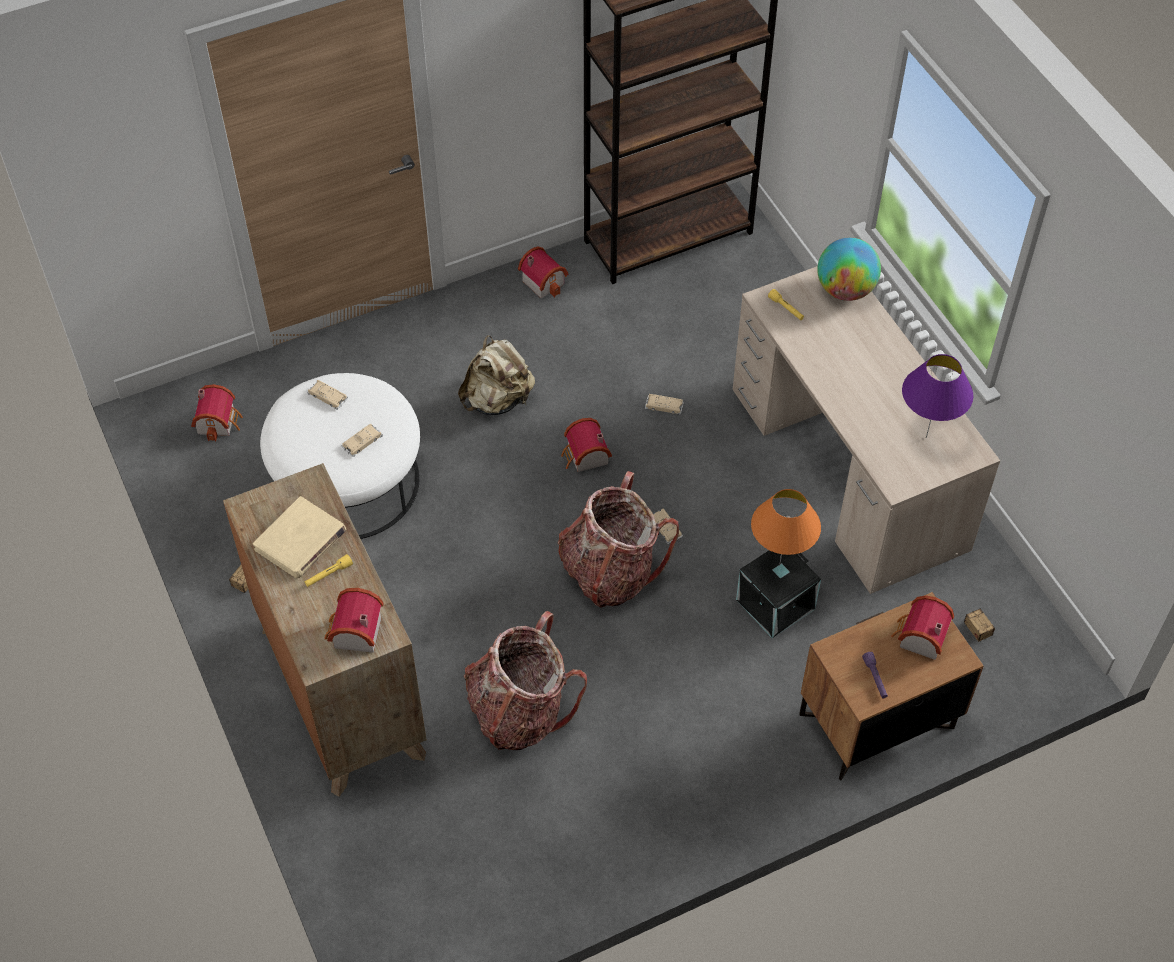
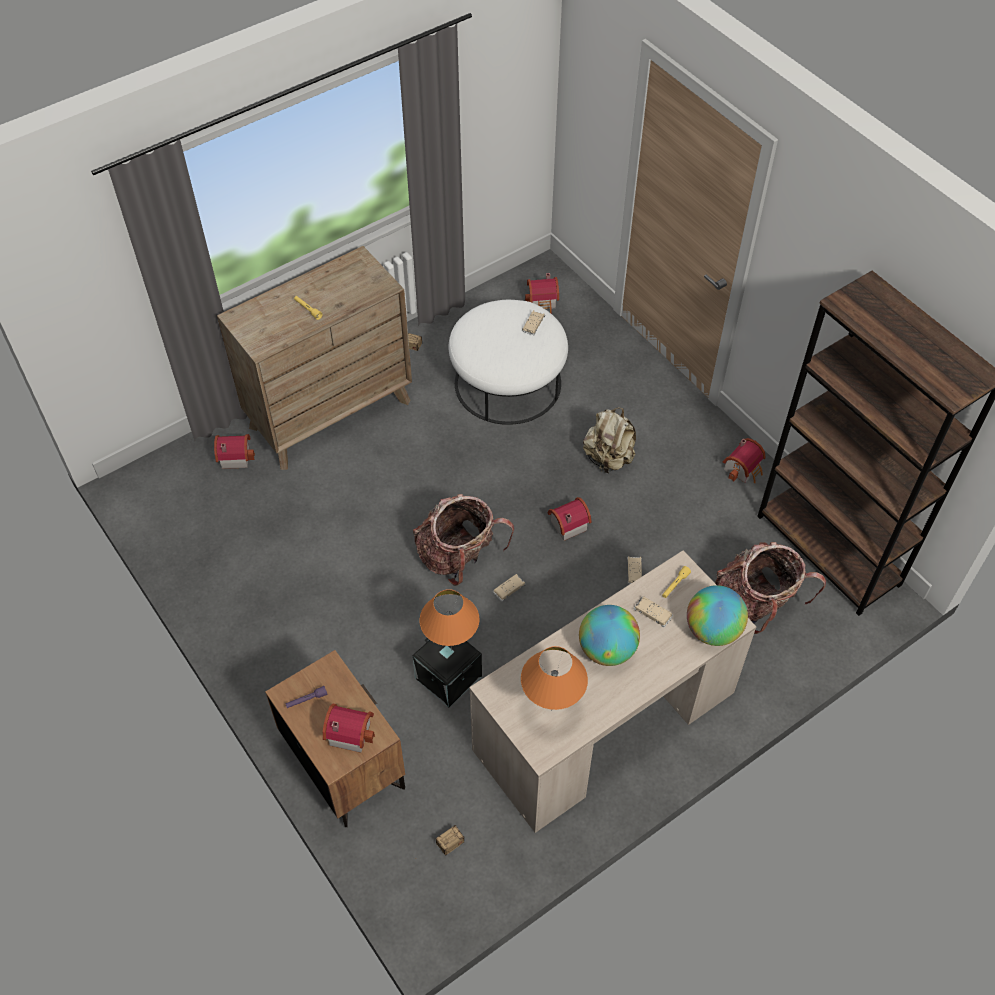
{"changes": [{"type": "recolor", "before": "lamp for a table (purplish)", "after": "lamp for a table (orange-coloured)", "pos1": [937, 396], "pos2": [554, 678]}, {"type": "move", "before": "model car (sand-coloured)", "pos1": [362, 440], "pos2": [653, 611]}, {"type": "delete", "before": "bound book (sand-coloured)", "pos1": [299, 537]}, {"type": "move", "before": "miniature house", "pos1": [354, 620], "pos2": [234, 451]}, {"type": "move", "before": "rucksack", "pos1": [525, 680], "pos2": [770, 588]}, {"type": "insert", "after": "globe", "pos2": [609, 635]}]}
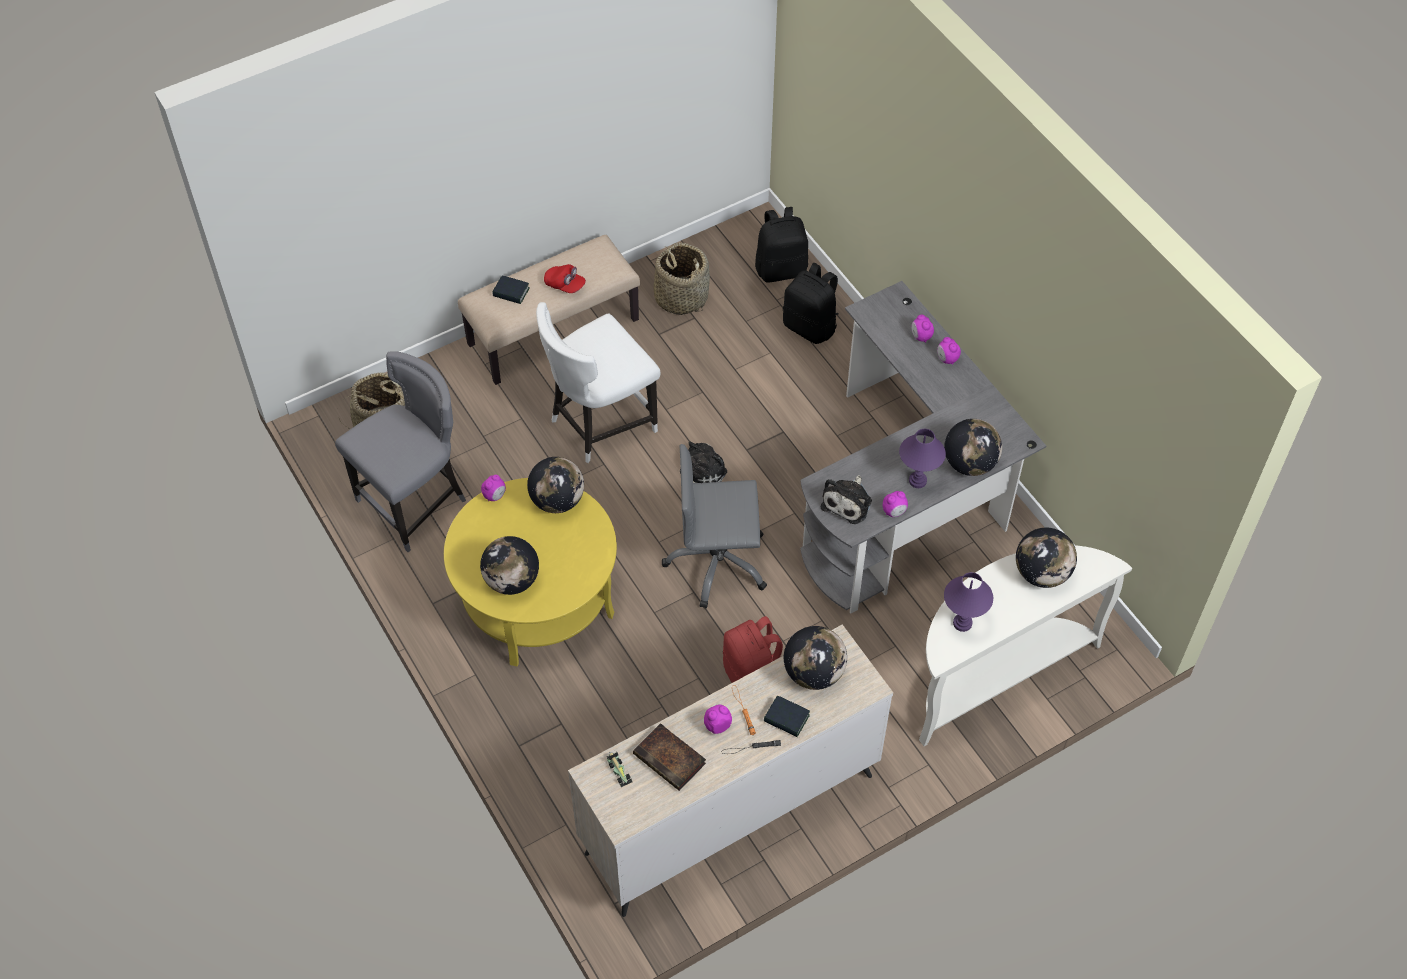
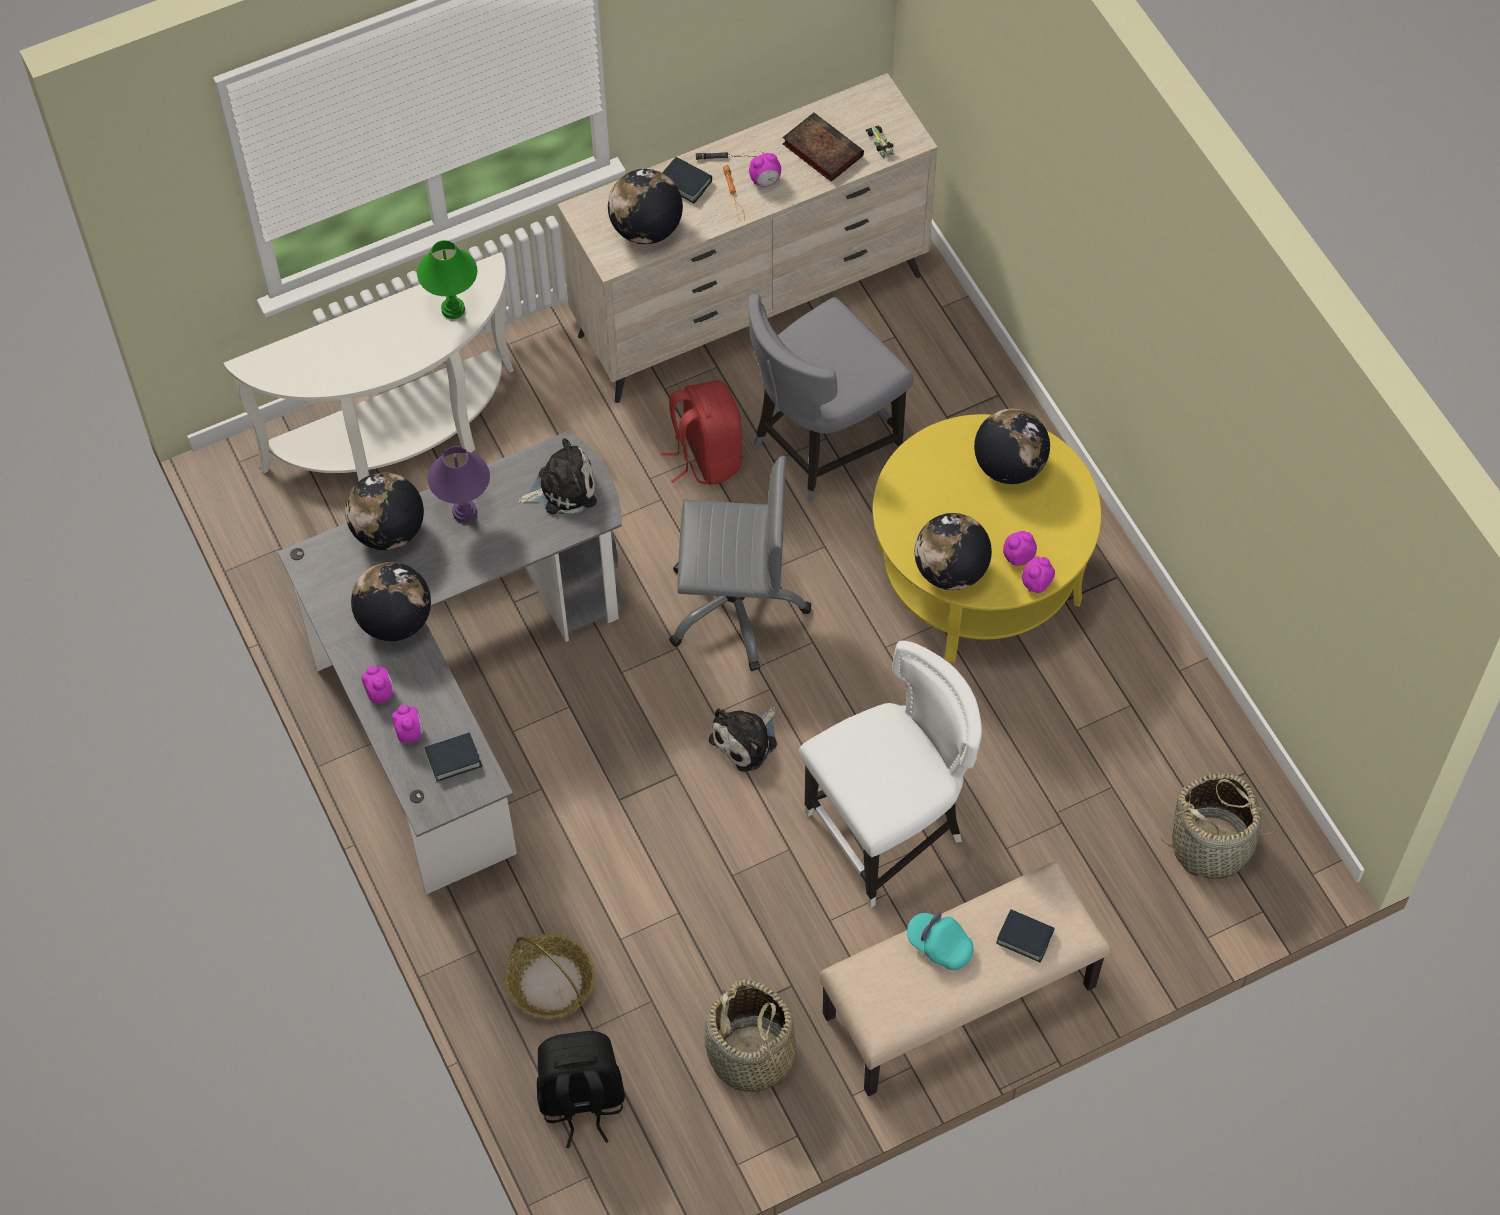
{"changes": [{"type": "replace", "before": "rucksack (blackish)", "after": "household basket", "pos1": [811, 303], "pos2": [549, 976]}, {"type": "recolor", "before": "peaked cap (red-coloured)", "after": "peaked cap (turquoise)", "pos1": [565, 278], "pos2": [940, 941]}, {"type": "move", "before": "upright chair (gray)", "pos1": [400, 451], "pos2": [831, 398]}, {"type": "rotate", "before": "soft toy", "pos1": [846, 499], "pos2": [557, 476], "turn": 45}, {"type": "move", "before": "table clock", "pos1": [895, 504], "pos2": [1020, 548]}, {"type": "move", "before": "globe", "pos1": [1046, 558], "pos2": [391, 601]}, {"type": "recolor", "before": "lamp for a table (purplish)", "after": "lamp for a table (green)", "pos1": [968, 602], "pos2": [447, 279]}, {"type": "insert", "after": "bound book", "pos2": [453, 756]}]}
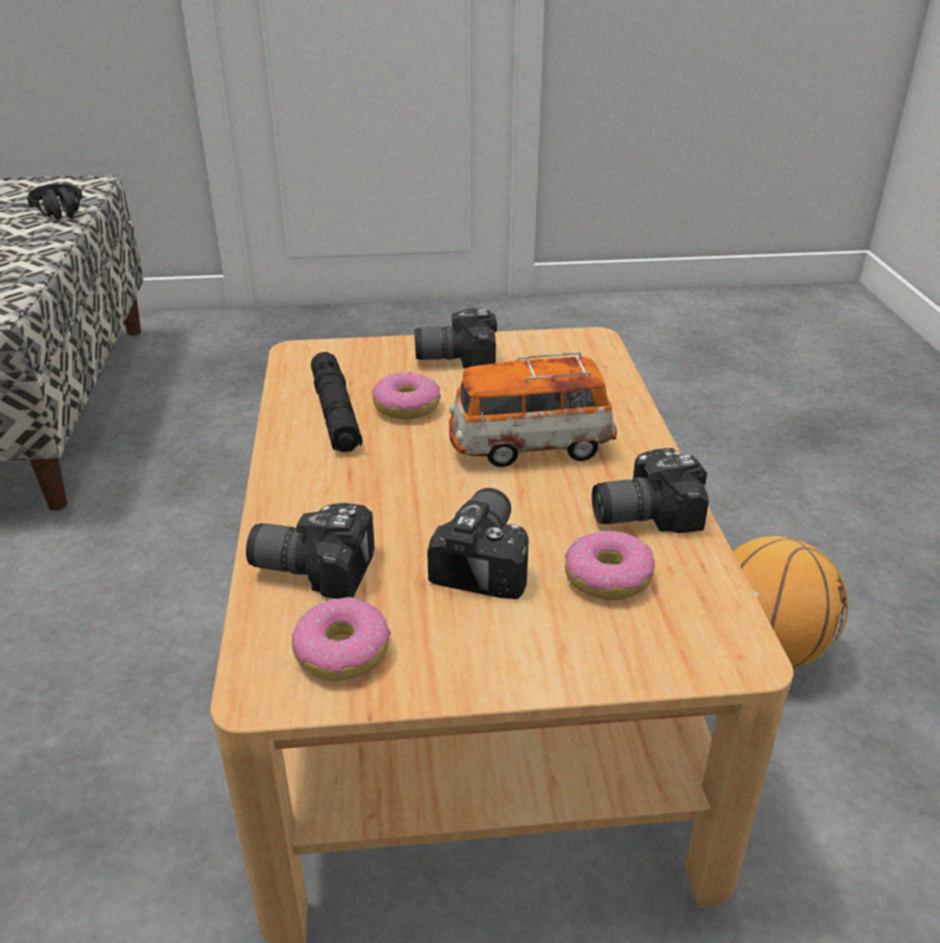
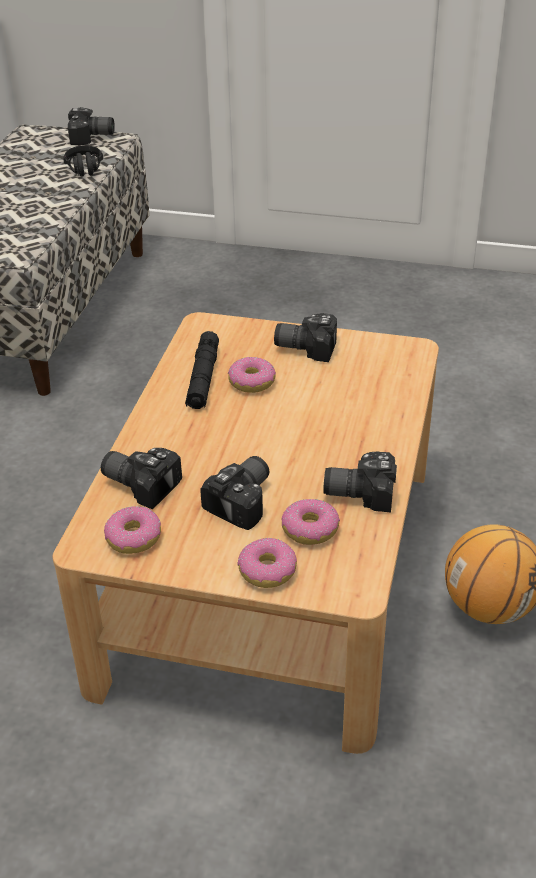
{"changes": [{"type": "delete", "before": "model car", "pos1": [533, 409]}, {"type": "insert", "after": "still camera", "pos2": [91, 126]}, {"type": "insert", "after": "doughnut", "pos2": [267, 563]}]}
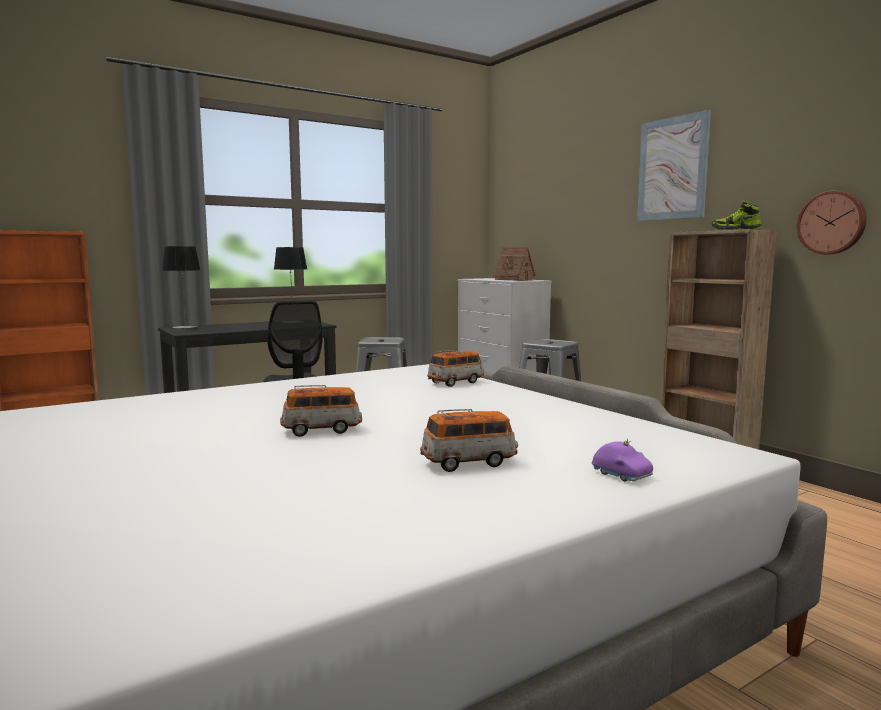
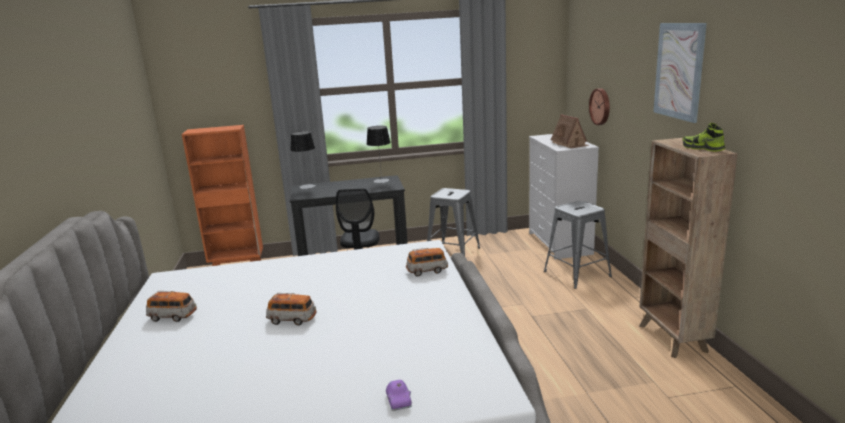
{"changes": [{"type": "move", "before": "hanging clock", "pos1": [832, 222], "pos2": [599, 106]}, {"type": "move", "before": "model car", "pos1": [469, 440], "pos2": [171, 306]}]}
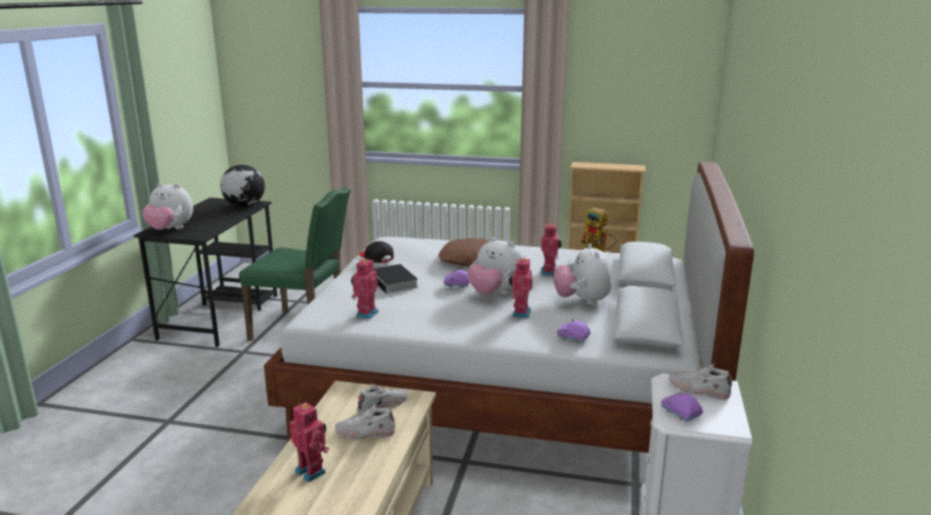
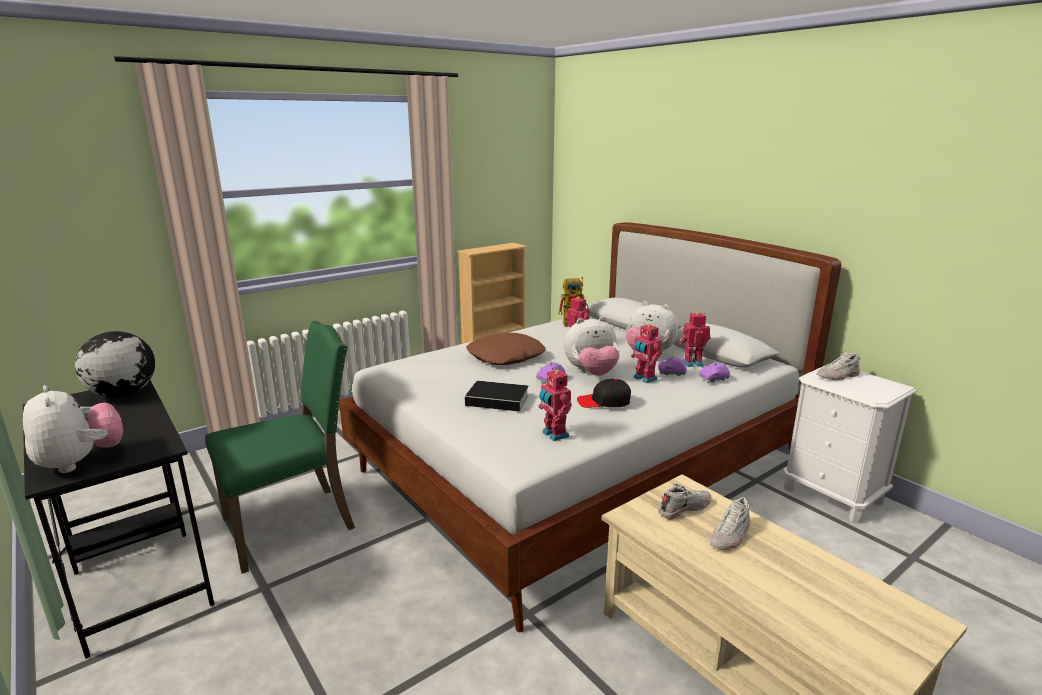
{"changes": [{"type": "rotate", "before": "soft toy", "pos1": [167, 206], "pos2": [73, 429], "turn": -90}, {"type": "move", "before": "peaked cap (blackish)", "pos1": [376, 252], "pos2": [604, 393]}, {"type": "rotate", "before": "low shoe (whitish)", "pos1": [382, 399], "pos2": [684, 501], "turn": 60}, {"type": "move", "before": "model car (purplish)", "pos1": [682, 406], "pos2": [672, 366]}, {"type": "move", "before": "robot figure", "pos1": [309, 442], "pos2": [695, 339]}]}
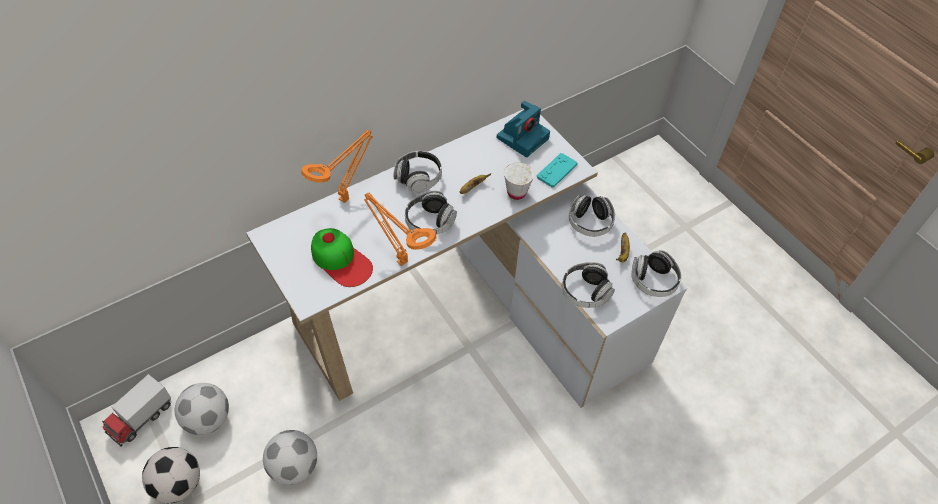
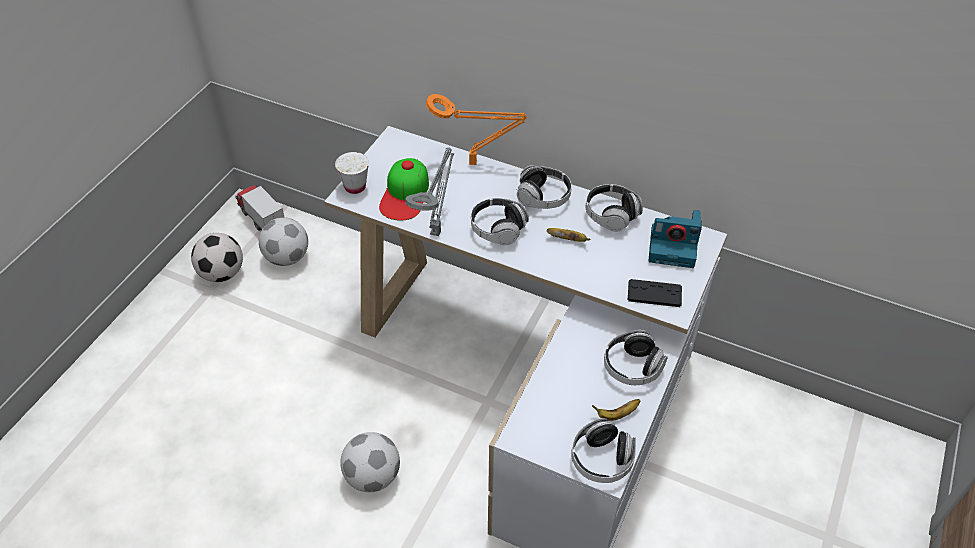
{"changes": [{"type": "recolor", "before": "joypad (turquoise)", "after": "joypad (blackish)", "pos1": [557, 170], "pos2": [655, 293]}, {"type": "move", "before": "drinking cup (whitish)", "pos1": [519, 181], "pos2": [352, 173]}, {"type": "recolor", "before": "lamp for a table (orange-coloured)", "after": "lamp for a table (gray)", "pos1": [400, 229], "pos2": [429, 191]}, {"type": "move", "before": "pair of headphones", "pos1": [588, 285], "pos2": [614, 208]}, {"type": "rotate", "before": "toy lorry", "pos1": [136, 410], "pos2": [259, 208], "turn": 45}, {"type": "move", "before": "football", "pos1": [290, 457], "pos2": [370, 462]}]}
